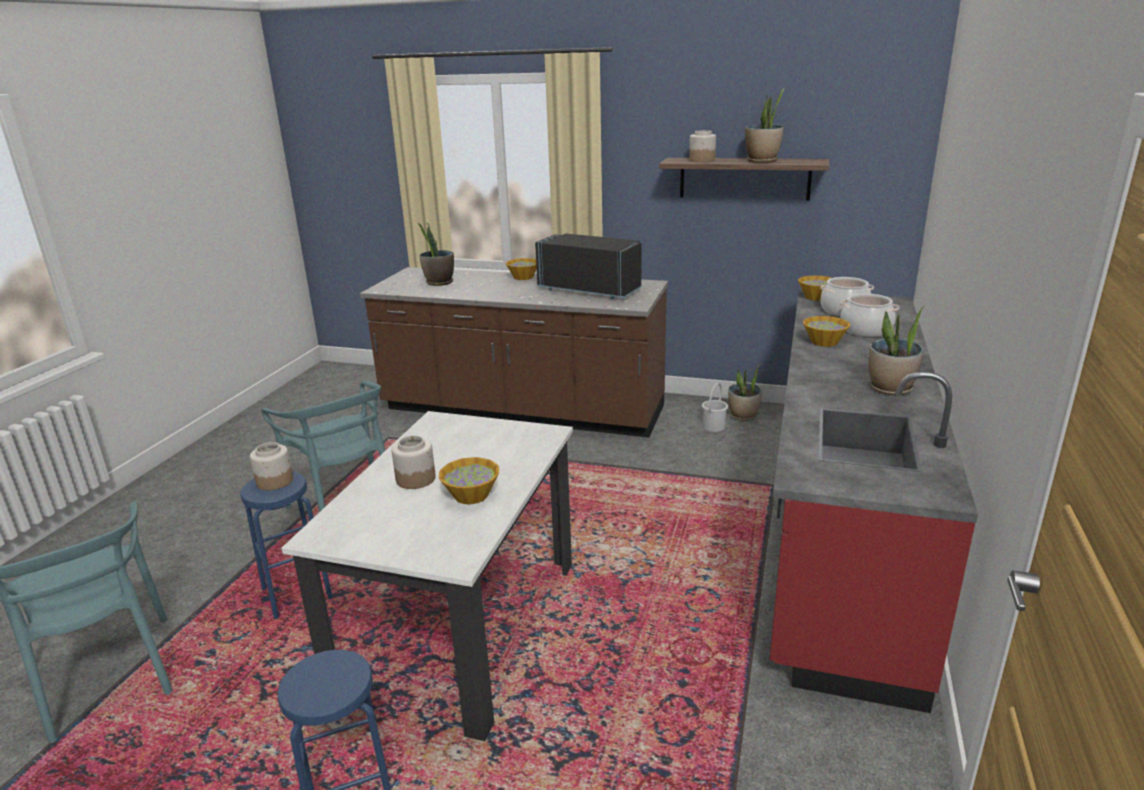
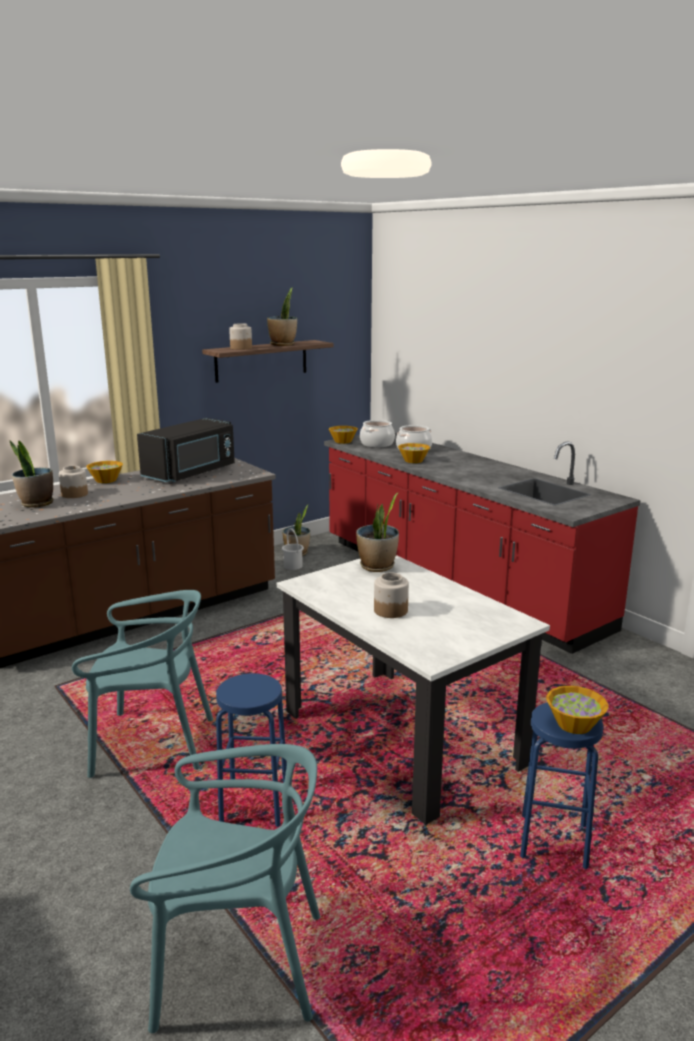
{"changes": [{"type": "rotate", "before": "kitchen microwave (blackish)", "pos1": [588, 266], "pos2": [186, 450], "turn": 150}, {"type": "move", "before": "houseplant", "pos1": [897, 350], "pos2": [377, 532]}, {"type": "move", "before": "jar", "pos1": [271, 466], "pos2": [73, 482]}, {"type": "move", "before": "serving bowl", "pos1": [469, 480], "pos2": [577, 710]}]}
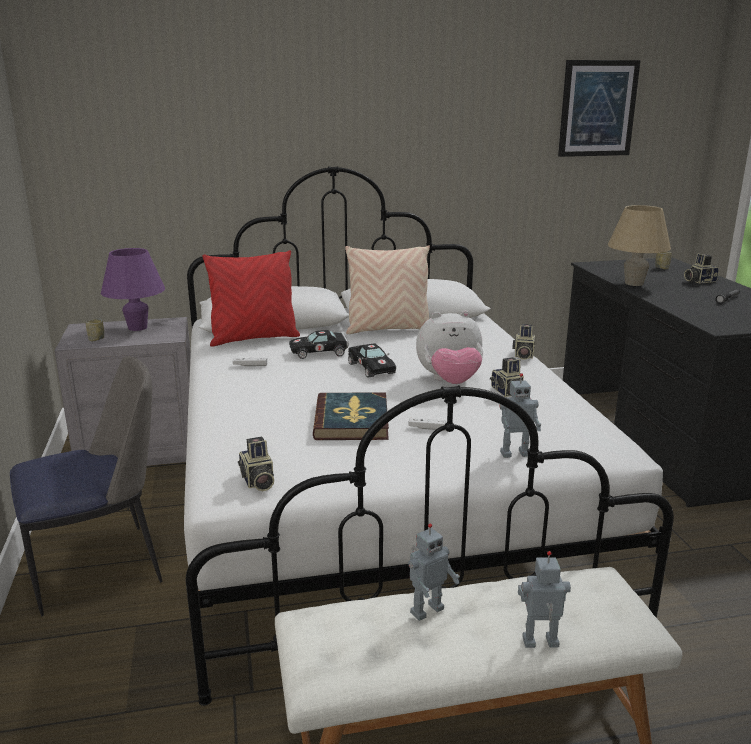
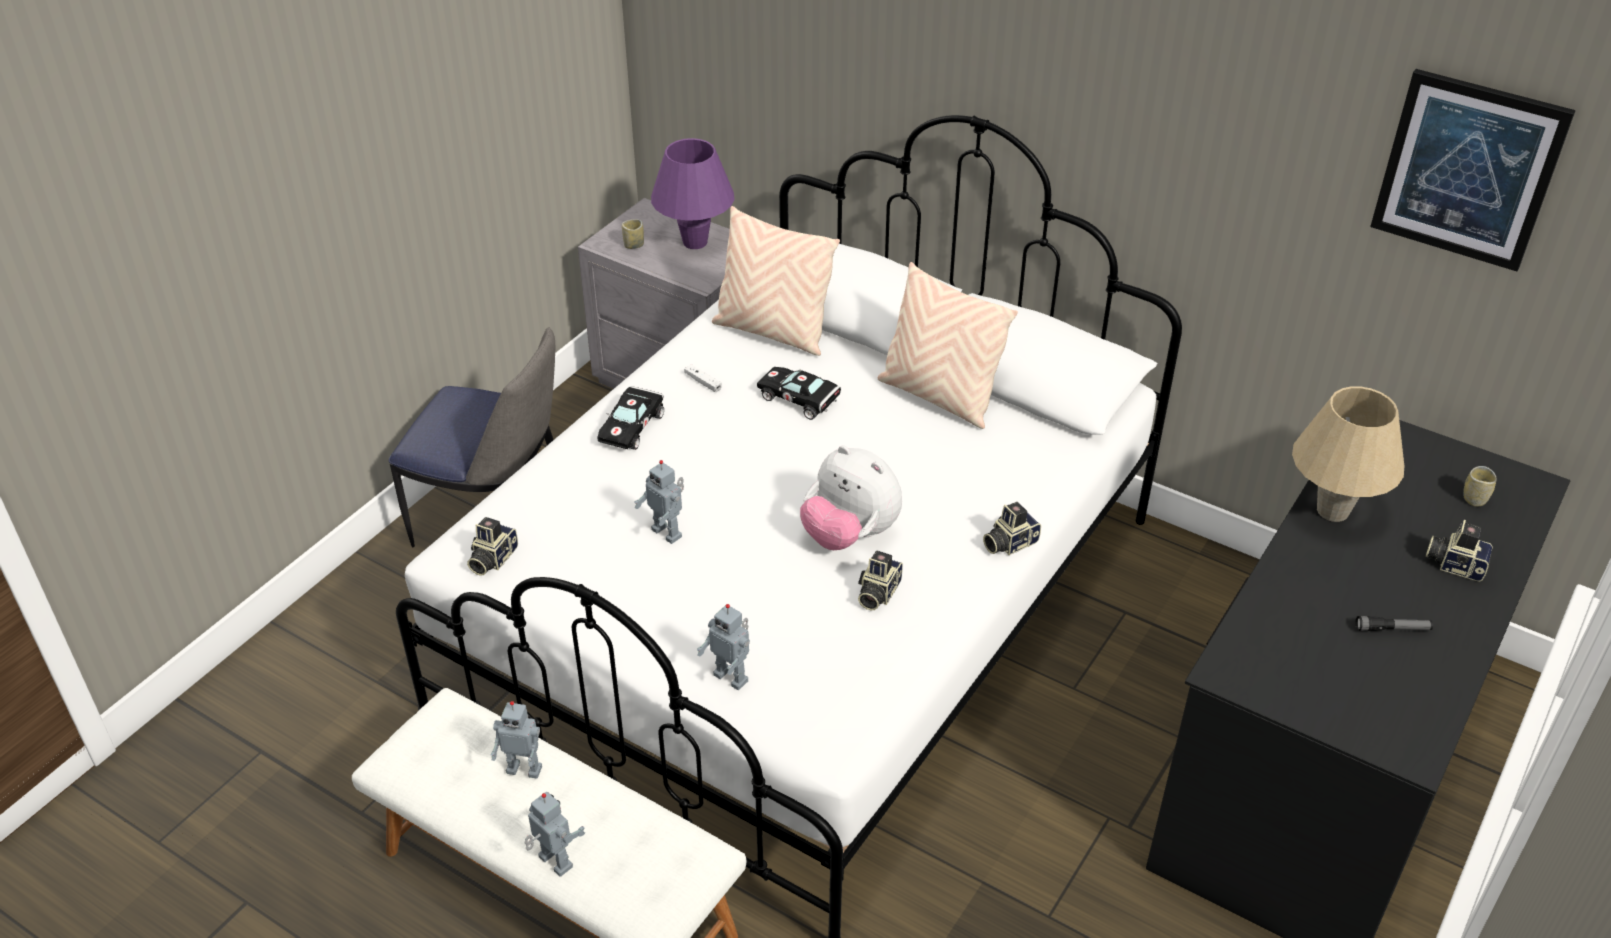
{"changes": [{"type": "recolor", "before": "pillow (red-coloured)", "after": "pillow (sand-coloured)", "pos1": [251, 298], "pos2": [776, 281]}, {"type": "move", "before": "model car (blackish)", "pos1": [372, 360], "pos2": [630, 418]}, {"type": "replace", "before": "bound book", "after": "robot figure", "pos1": [351, 416], "pos2": [659, 502]}, {"type": "delete", "before": "joypad (whitish)", "pos1": [428, 424]}]}
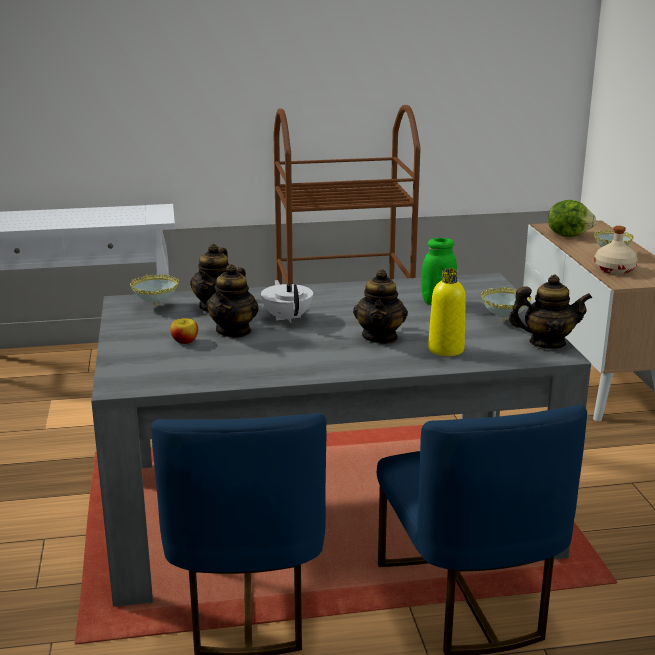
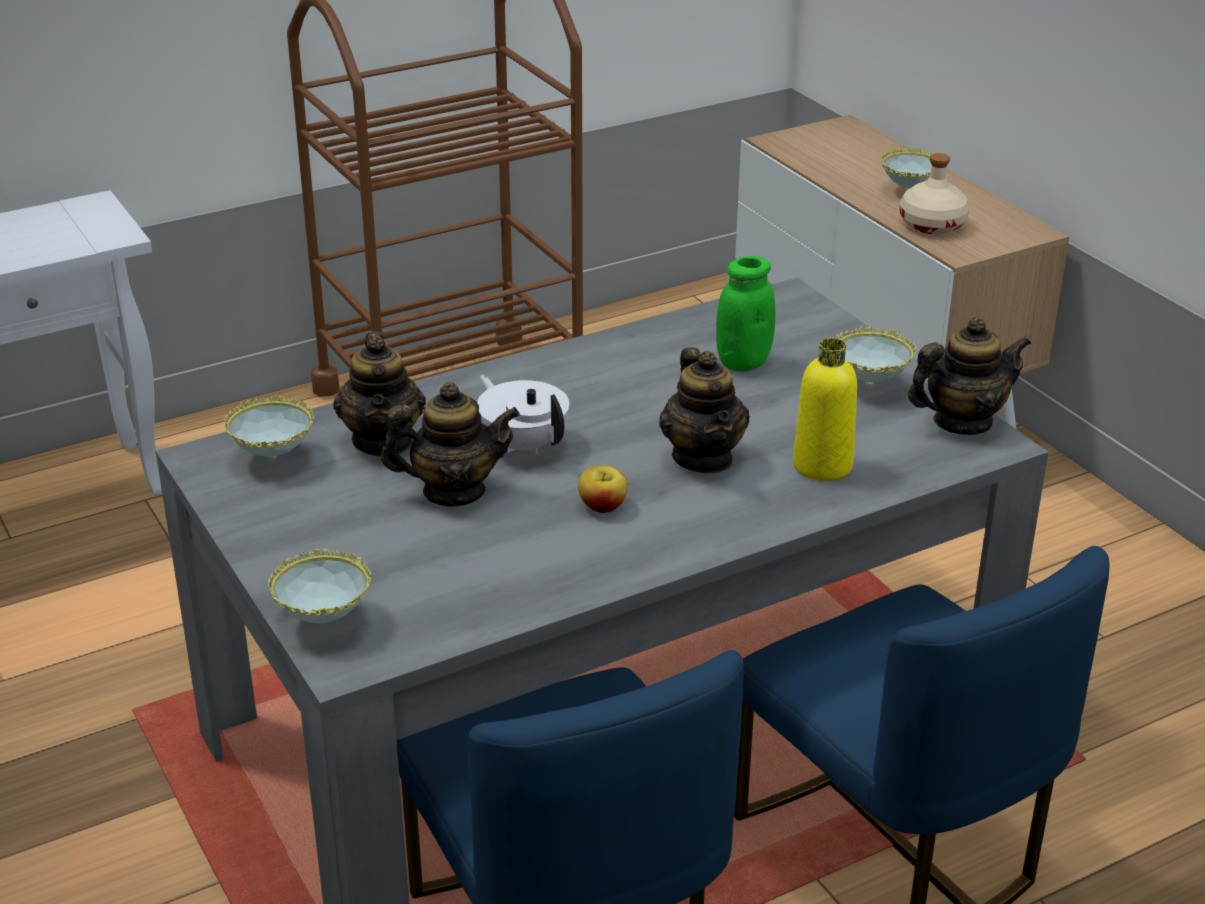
{"changes": [{"type": "delete", "before": "head of lettuce", "pos1": [572, 218]}, {"type": "rotate", "before": "teapot", "pos1": [232, 301], "pos2": [450, 444], "turn": -90}, {"type": "move", "before": "whole apple", "pos1": [184, 331], "pos2": [603, 489]}, {"type": "insert", "after": "serving bowl", "pos2": [319, 586]}]}
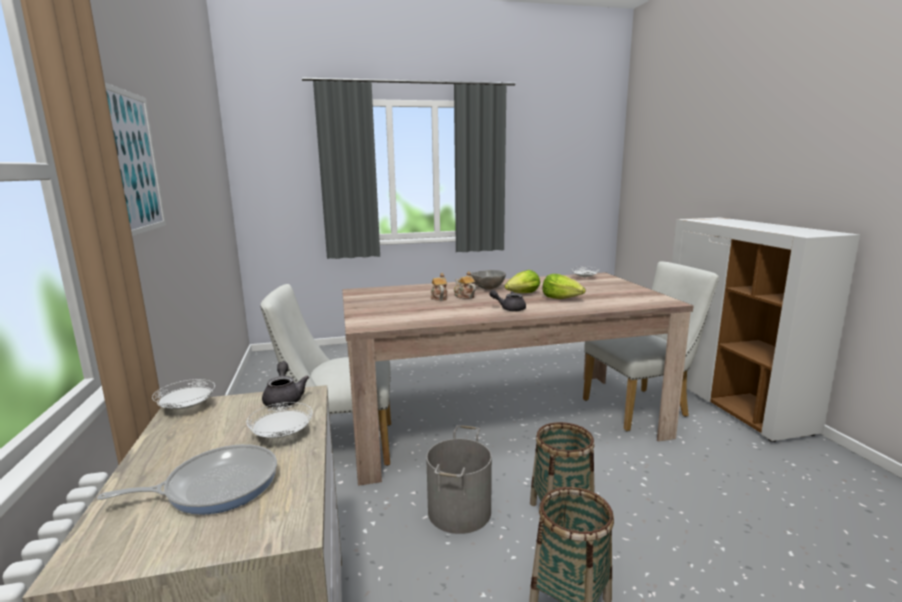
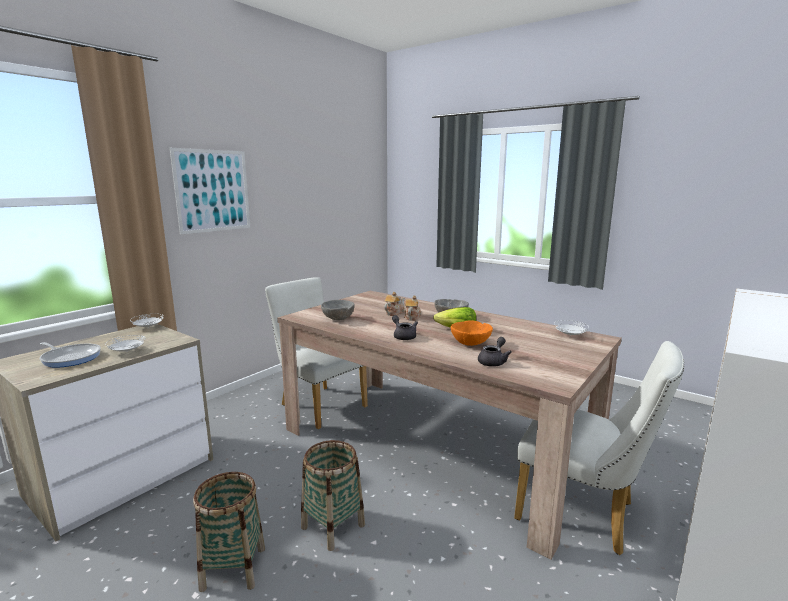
{"changes": [{"type": "replace", "before": "head of lettuce", "after": "serving bowl (orange-coloured)", "pos1": [564, 286], "pos2": [472, 333]}, {"type": "move", "before": "teapot (gray)", "pos1": [285, 385], "pos2": [495, 352]}, {"type": "delete", "before": "water bucket (gray)", "pos1": [459, 479]}, {"type": "insert", "after": "serving bowl (gray)", "pos2": [338, 310]}]}
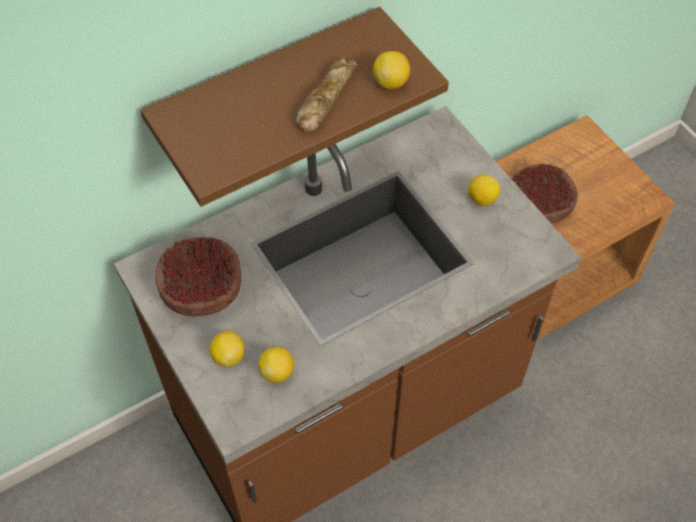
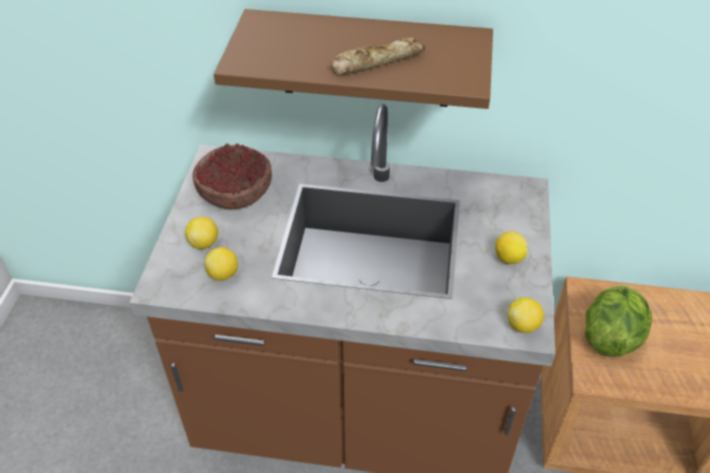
{"changes": [{"type": "move", "before": "lemon", "pos1": [391, 70], "pos2": [525, 315]}, {"type": "replace", "before": "serving bowl", "after": "head of lettuce", "pos1": [545, 194], "pos2": [618, 320]}]}
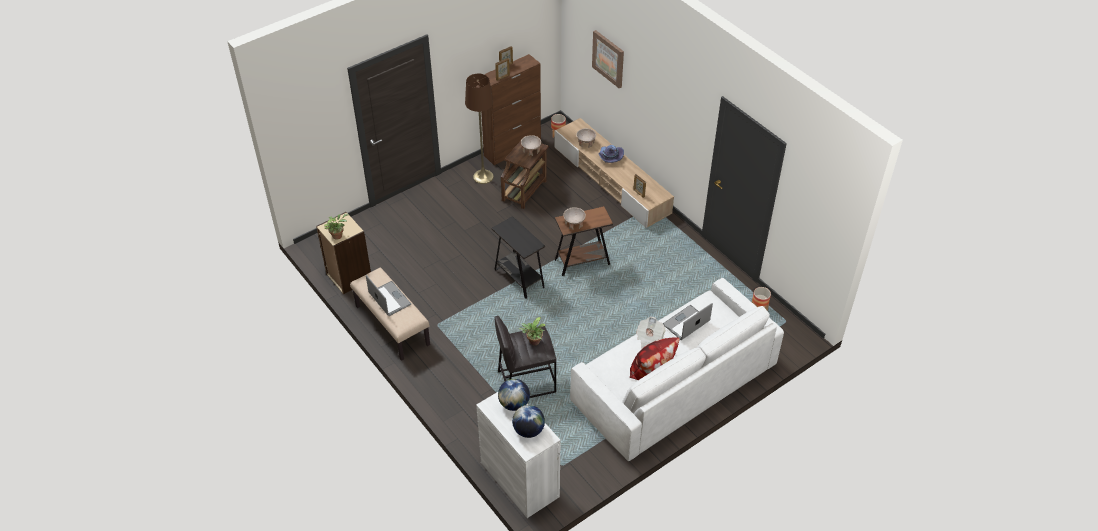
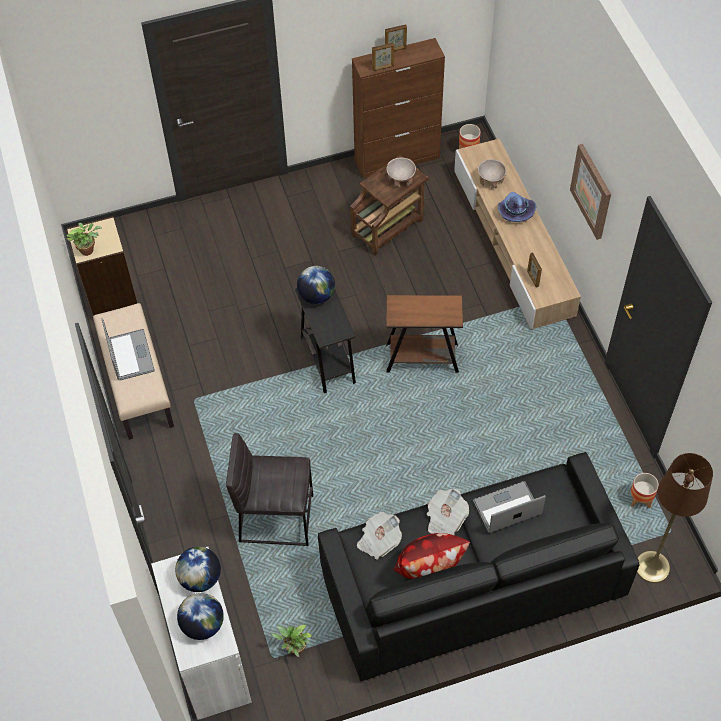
{"changes": [{"type": "move", "before": "wall art", "pos1": [608, 59], "pos2": [590, 192]}, {"type": "move", "before": "standard lamp (brownish)", "pos1": [479, 129], "pos2": [675, 518]}, {"type": "delete", "before": "serving bowl (sand-coloured)", "pos1": [574, 218]}, {"type": "recolor", "before": "couch (whitish)", "after": "couch (blackish)", "pos1": [677, 370], "pos2": [478, 566]}, {"type": "move", "before": "houseplant", "pos1": [532, 331], "pos2": [291, 641]}, {"type": "insert", "after": "globe", "pos2": [316, 285]}, {"type": "insert", "after": "newspaper", "pos2": [379, 535]}]}
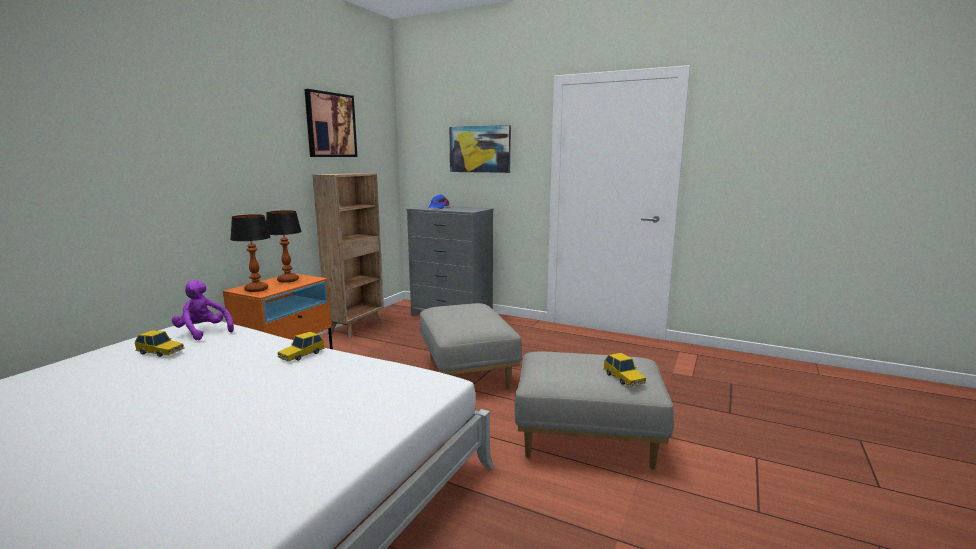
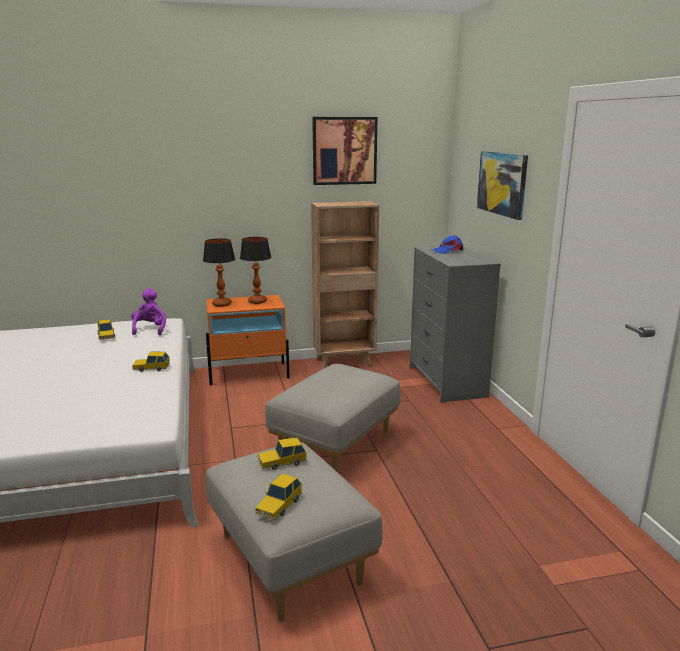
{"changes": [{"type": "insert", "after": "model car", "pos2": [282, 453]}]}
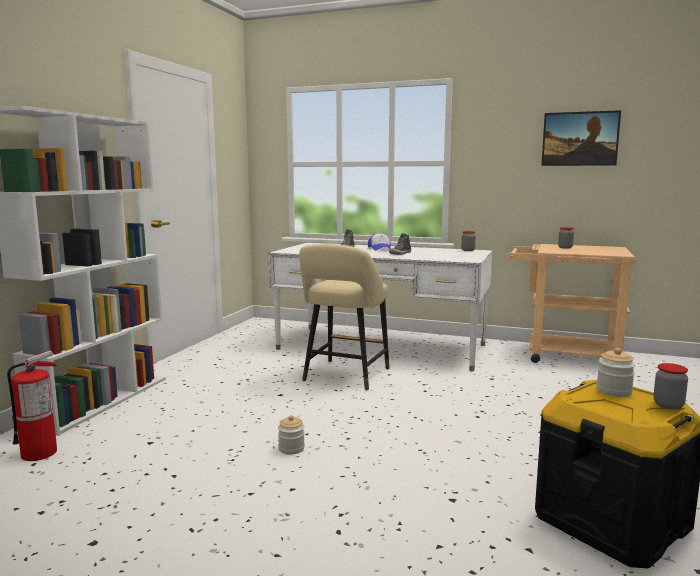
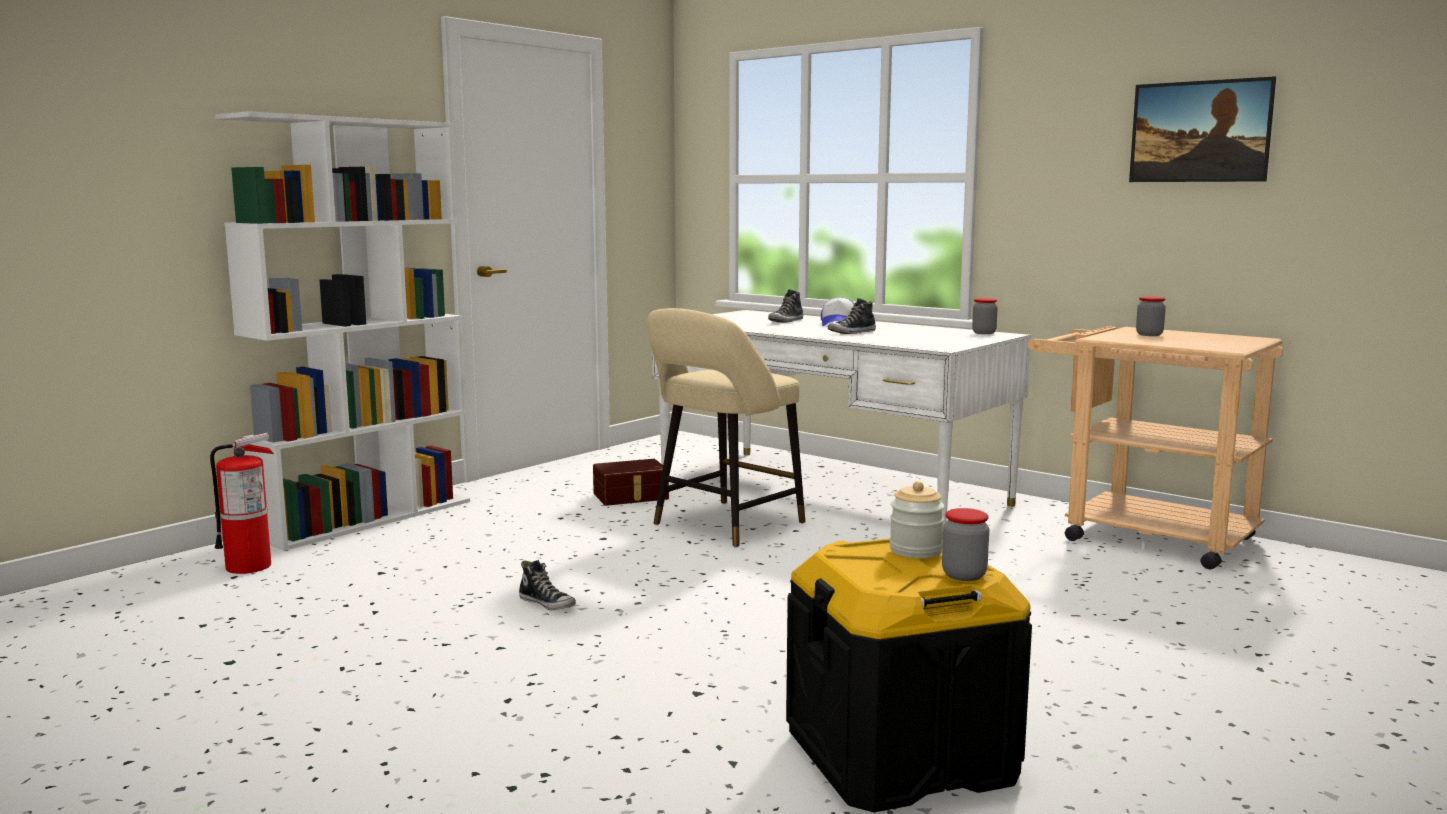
{"changes": [{"type": "replace", "before": "jar", "after": "low shoe", "pos1": [291, 435], "pos2": [547, 585]}, {"type": "insert", "after": "storage box (brownish)", "pos2": [631, 482]}]}
